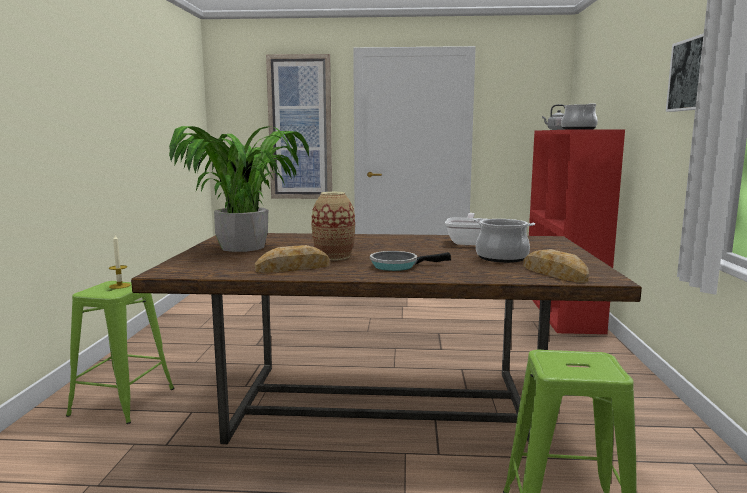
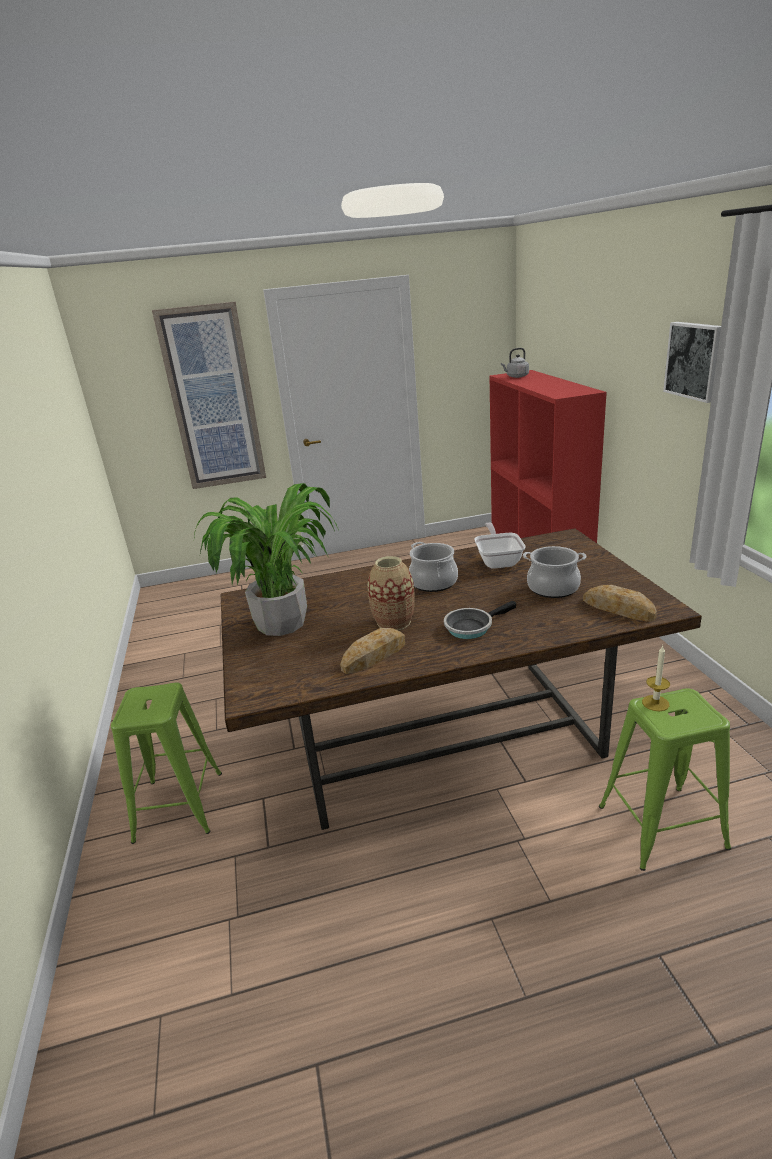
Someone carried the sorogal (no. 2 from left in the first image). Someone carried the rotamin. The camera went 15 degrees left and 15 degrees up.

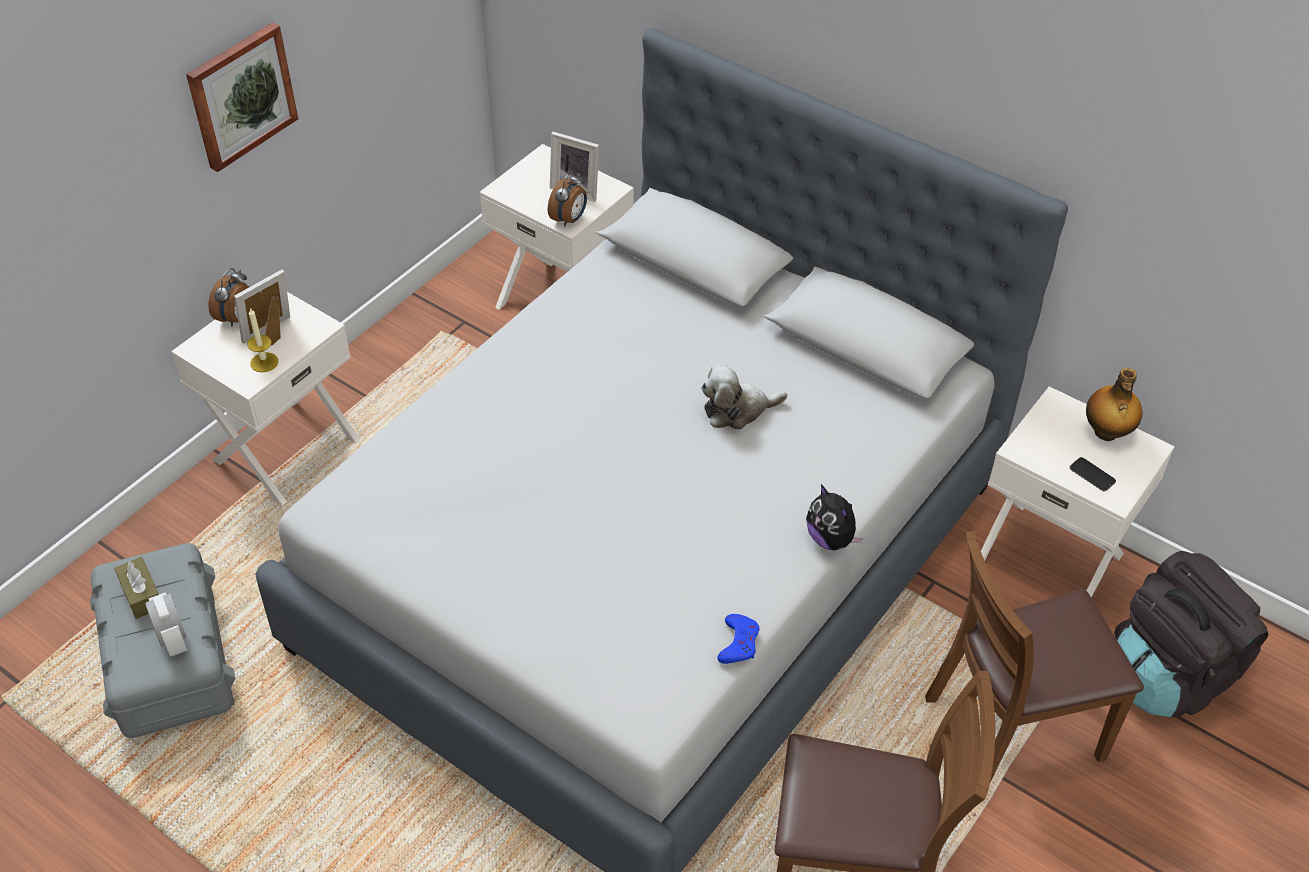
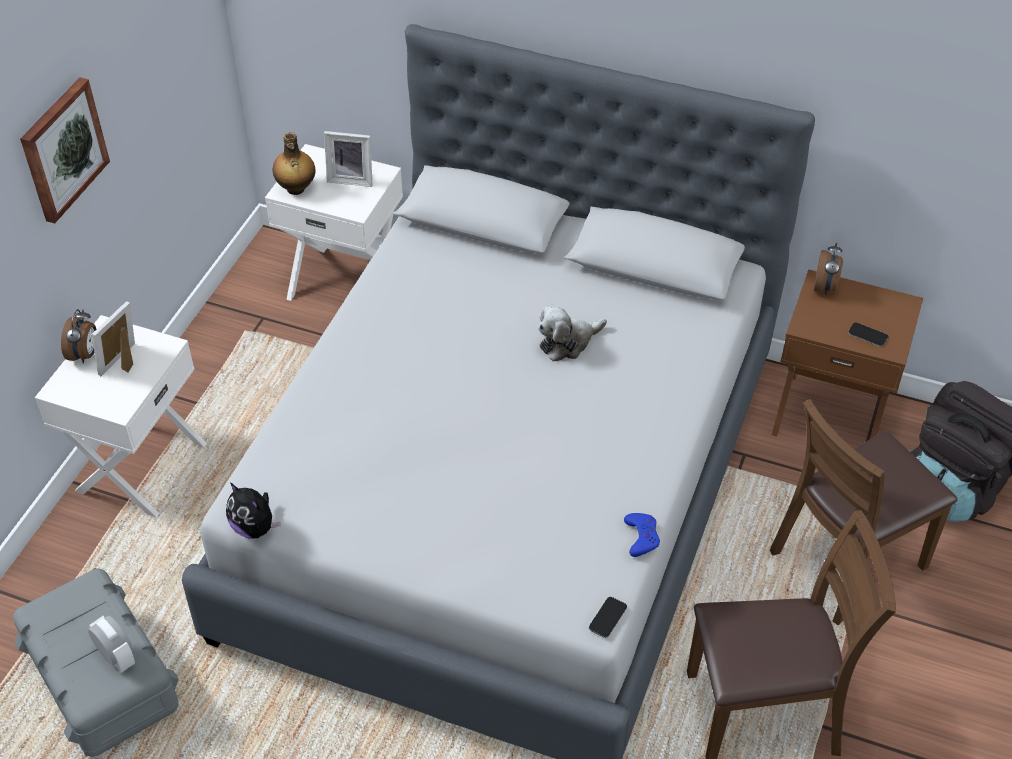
Someone carried the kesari (no. 3 from left). Someone took away the rotamin. Someone carried the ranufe. Someone repainted the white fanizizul (no. 3 from left), which became the brown fanizizul. Someone carried the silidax (no. 2 from left in the first image). Someone took away the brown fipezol. Someone put down the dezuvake (no. 1 from left). The camera went 15 degrees left and 0 degrees up.

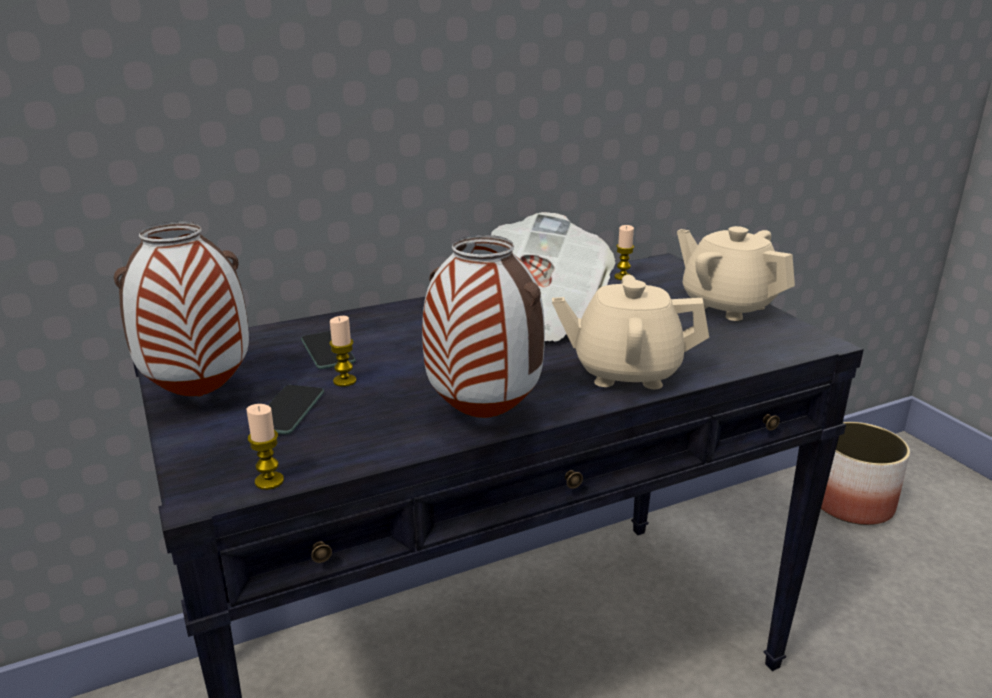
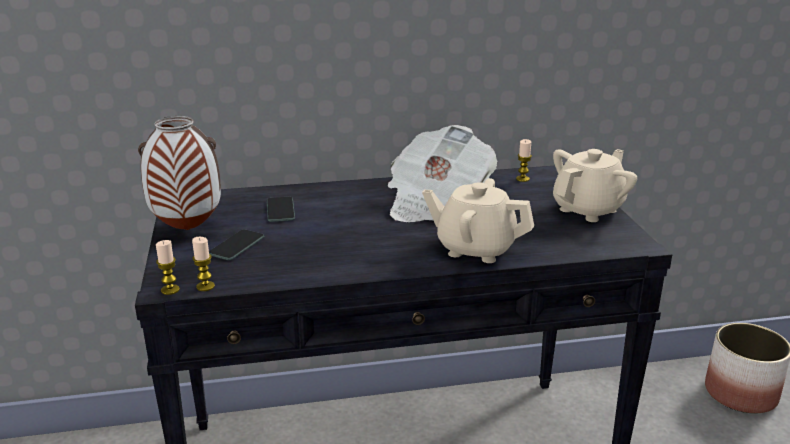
Someone rotated the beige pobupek (no. 2 from left) by 75 degrees clockwise. Someone took away the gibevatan (no. 2 from left). Someone carried the rotamin (no. 2 from left in the first image). The camera went 15 degrees right and 0 degrees up.

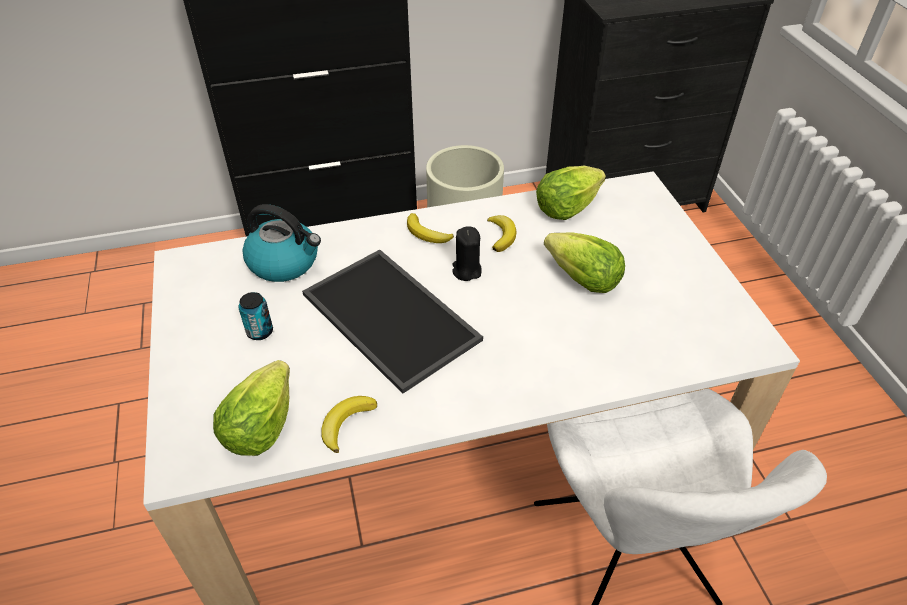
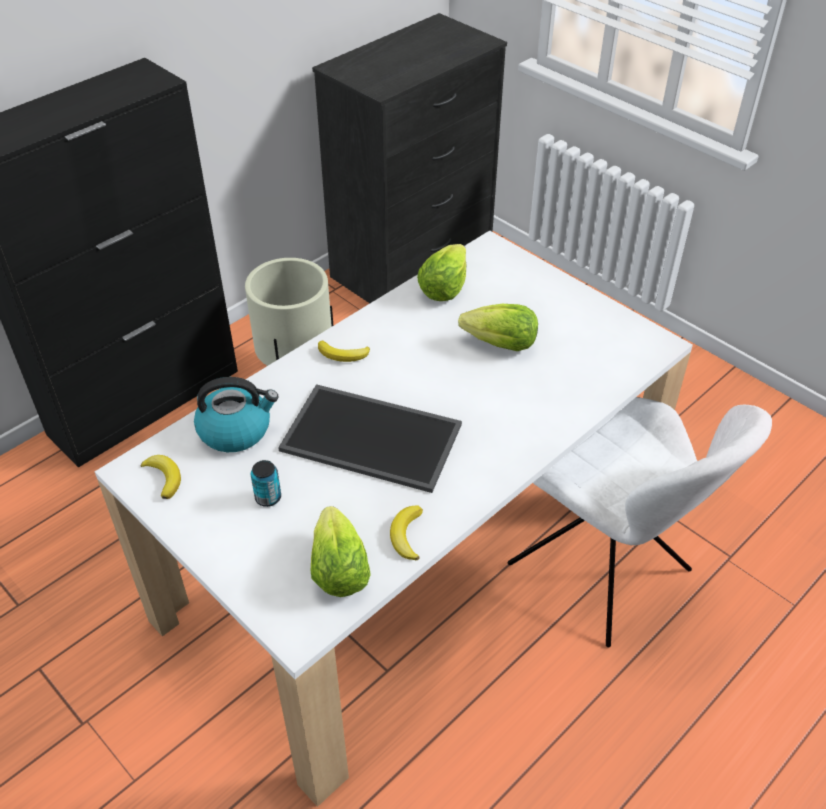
Someone carried the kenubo (no. 3 from left in the first image). Someone took away the black rotamin. The camera went 30 degrees left and 0 degrees up.

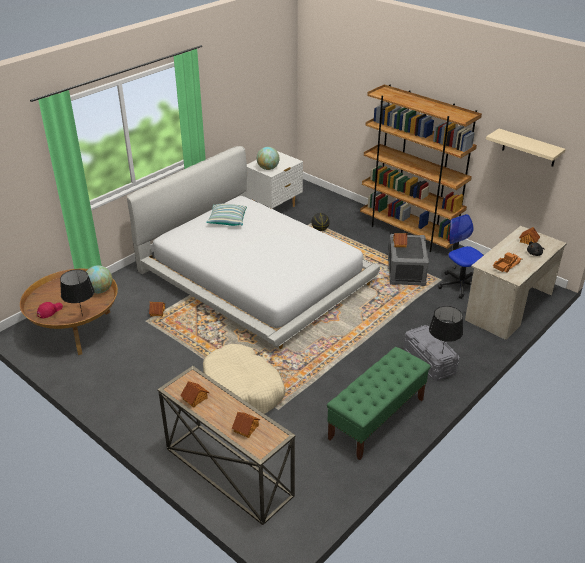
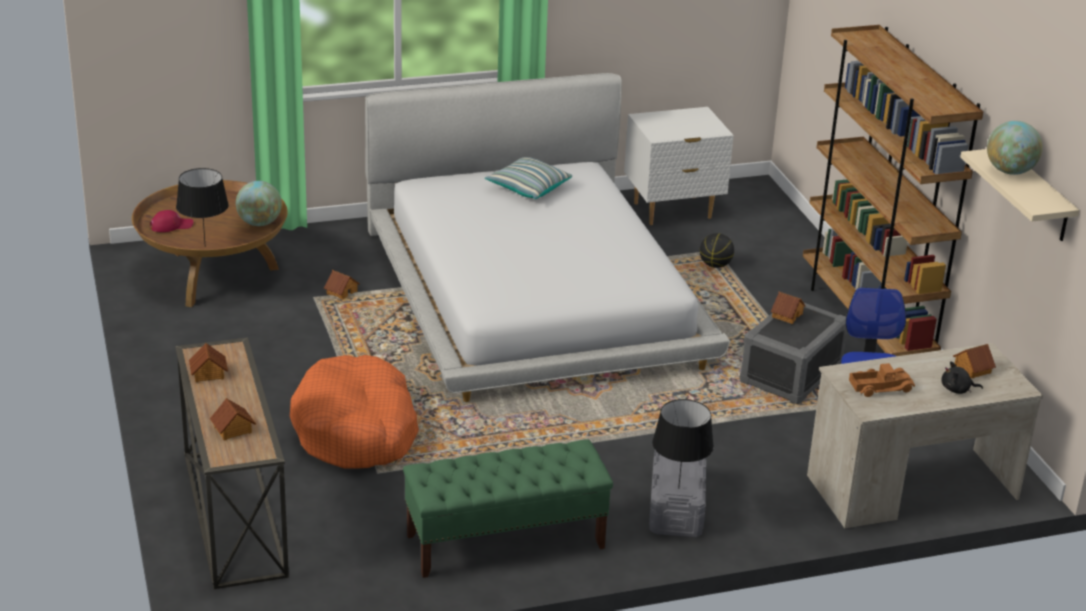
Someone carried the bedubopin (no. 2 from left). Someone repainted the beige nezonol, which became the orange nezonol. The camera went 30 degrees right and 5 degrees down.

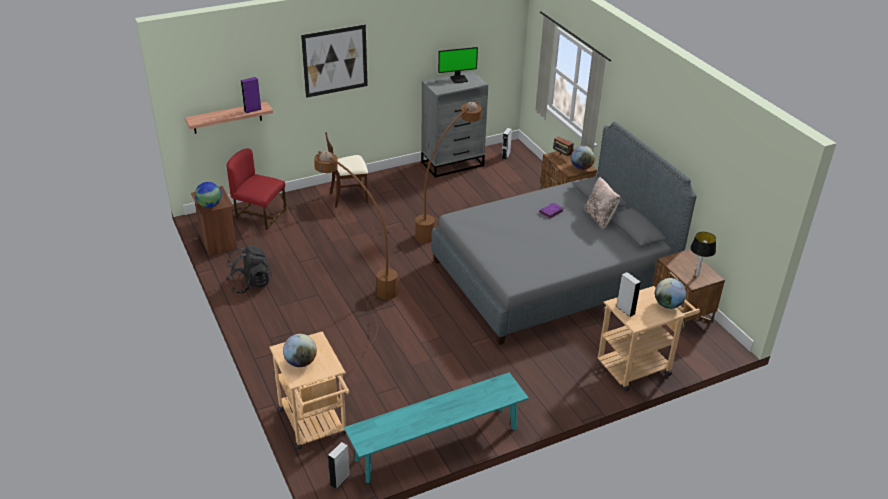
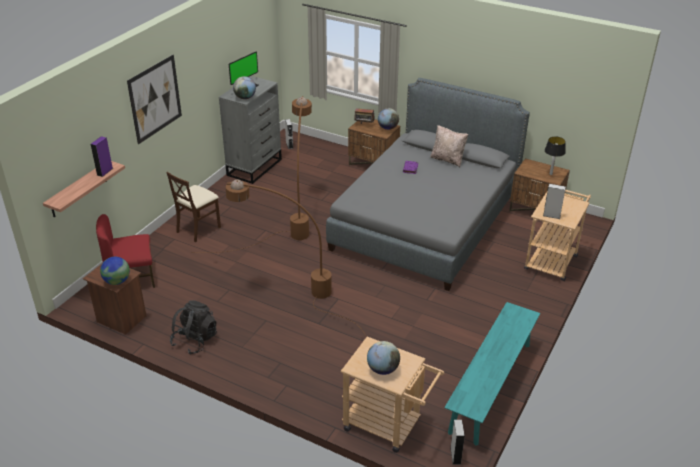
Someone carried the bedubopin (no. 4 from left in the first image). The camera went 35 degrees left and 0 degrees up.

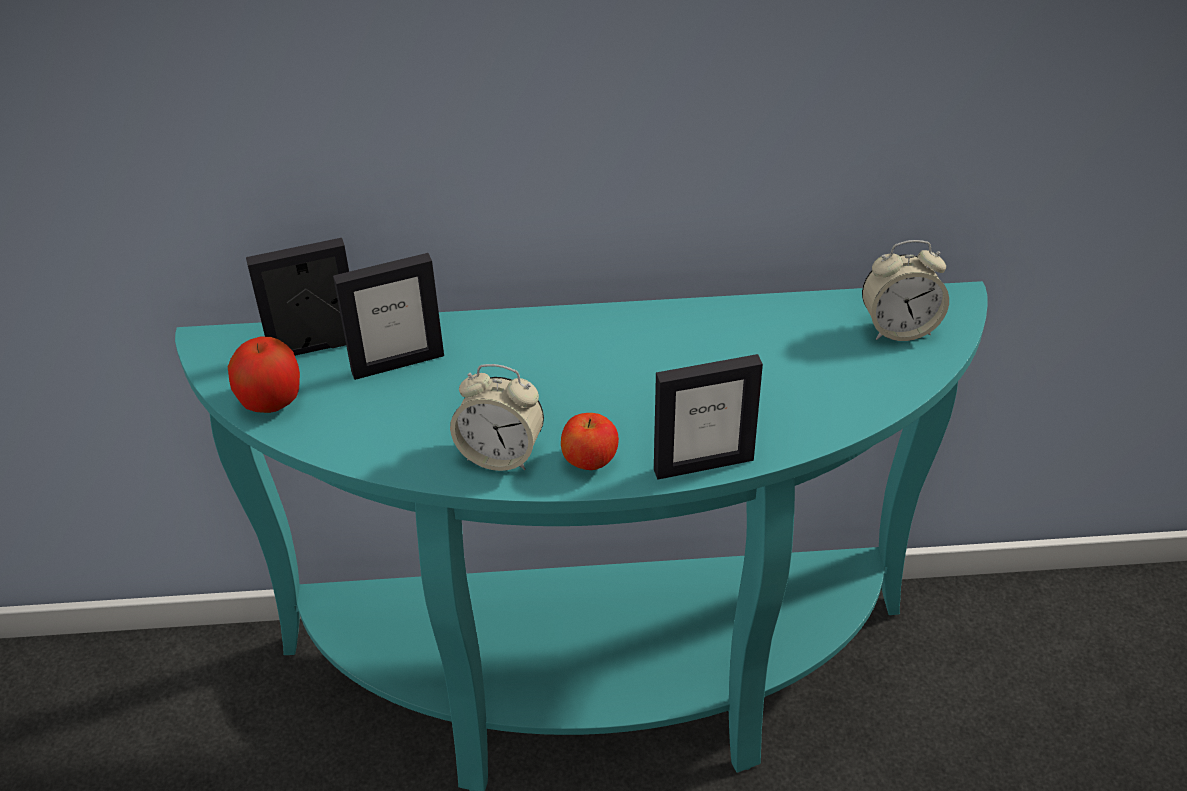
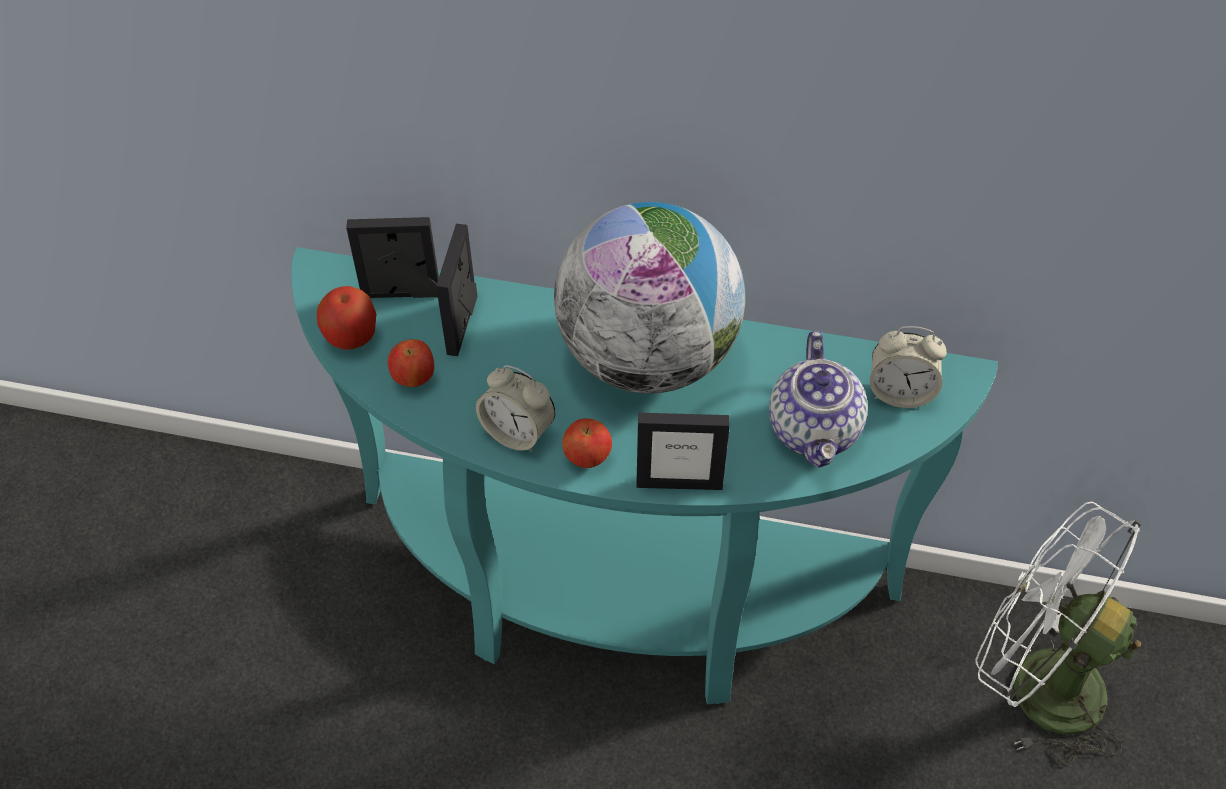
Someone rotated the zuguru (no. 2 from left) by 105 degrees clockwise. Someone put down the bedubopin. Someone put down the pobupek. Someone put down the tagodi (no. 2 from left). Someone put down the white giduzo. The camera went 15 degrees right and 10 degrees up.

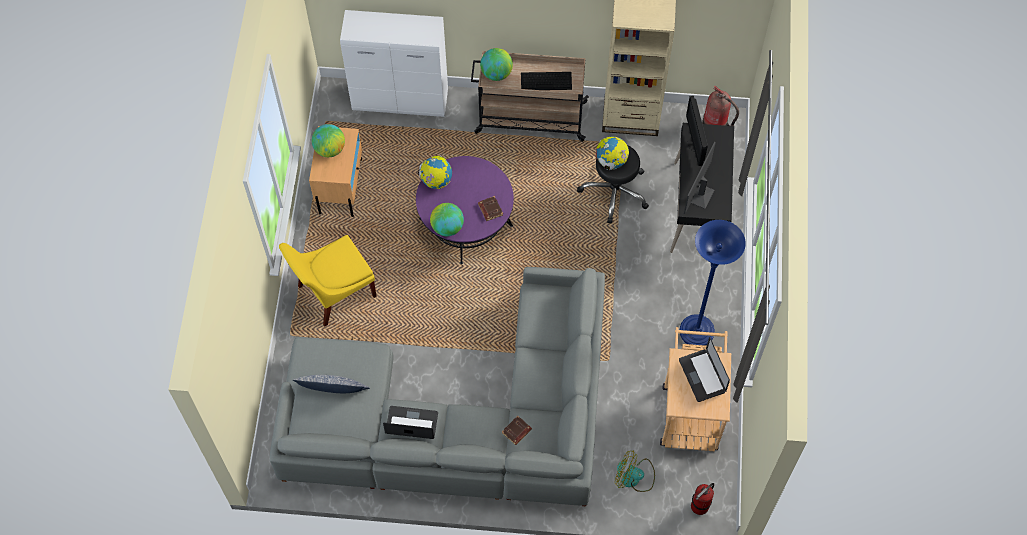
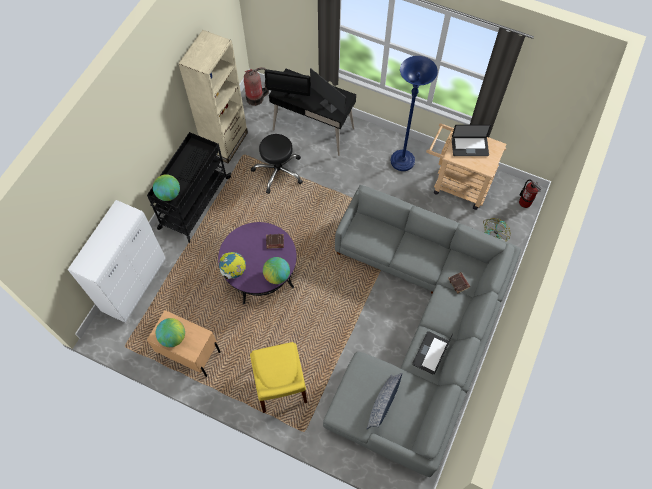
Someone repainted the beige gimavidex (no. 1 from left), which became the black gimavidex. Someone took away the bedubopin (no. 5 from left). The camera went 70 degrees left and 0 degrees up.

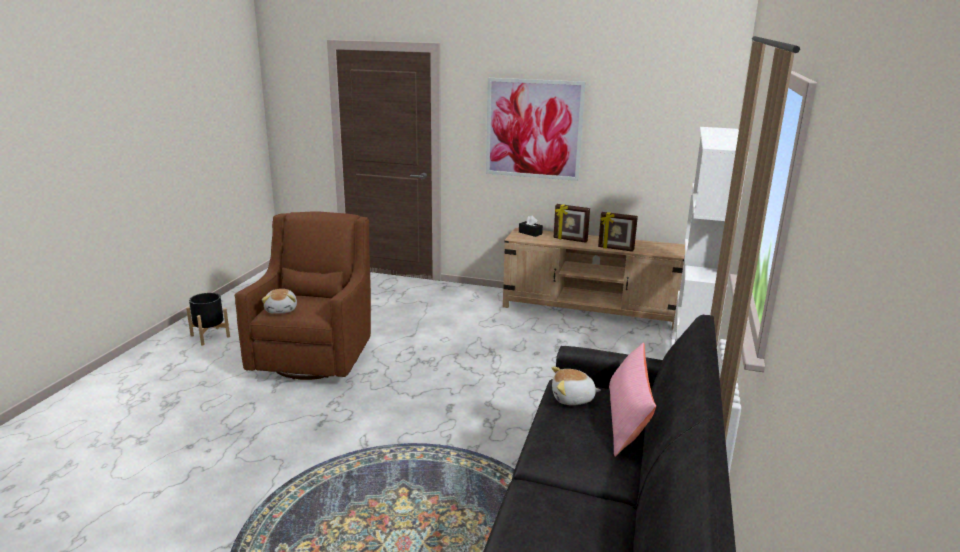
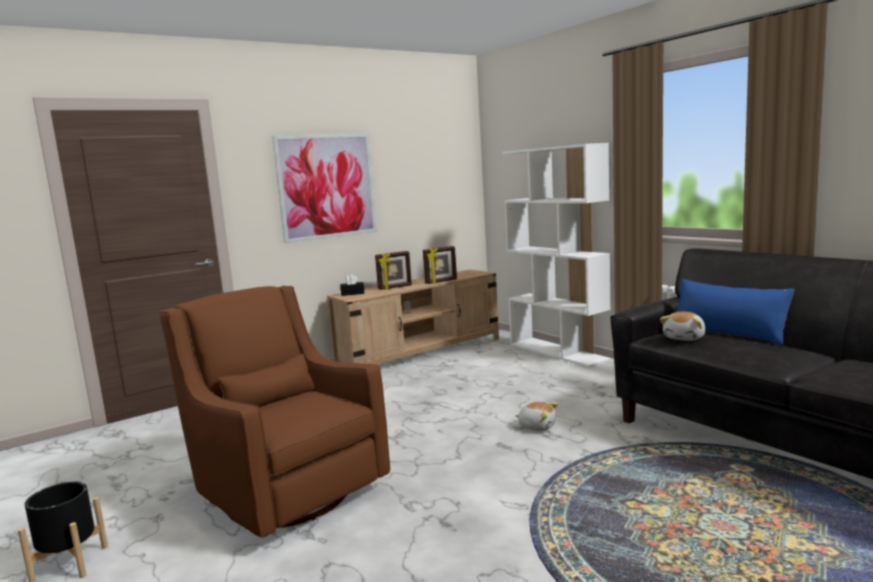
Someone carried the silidax (no. 1 from left). Someone repainted the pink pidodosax, which became the blue pidodosax. The camera went 50 degrees left and 10 degrees down.

